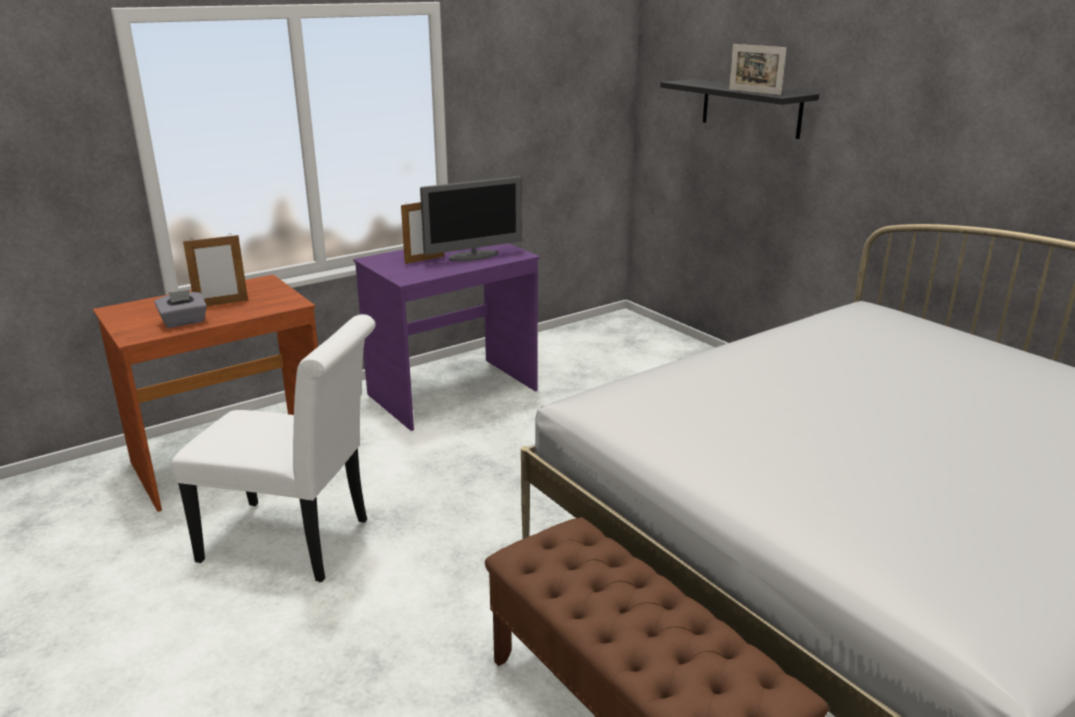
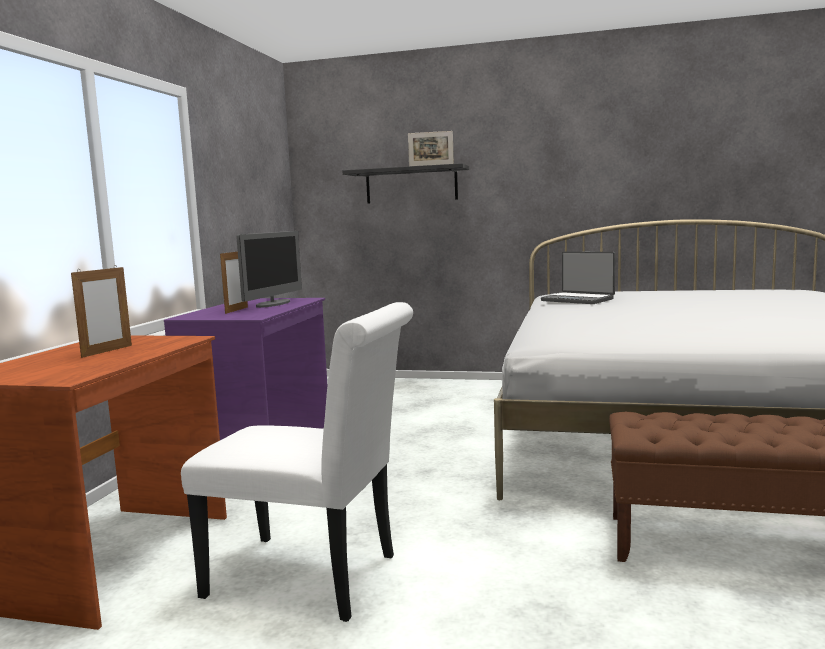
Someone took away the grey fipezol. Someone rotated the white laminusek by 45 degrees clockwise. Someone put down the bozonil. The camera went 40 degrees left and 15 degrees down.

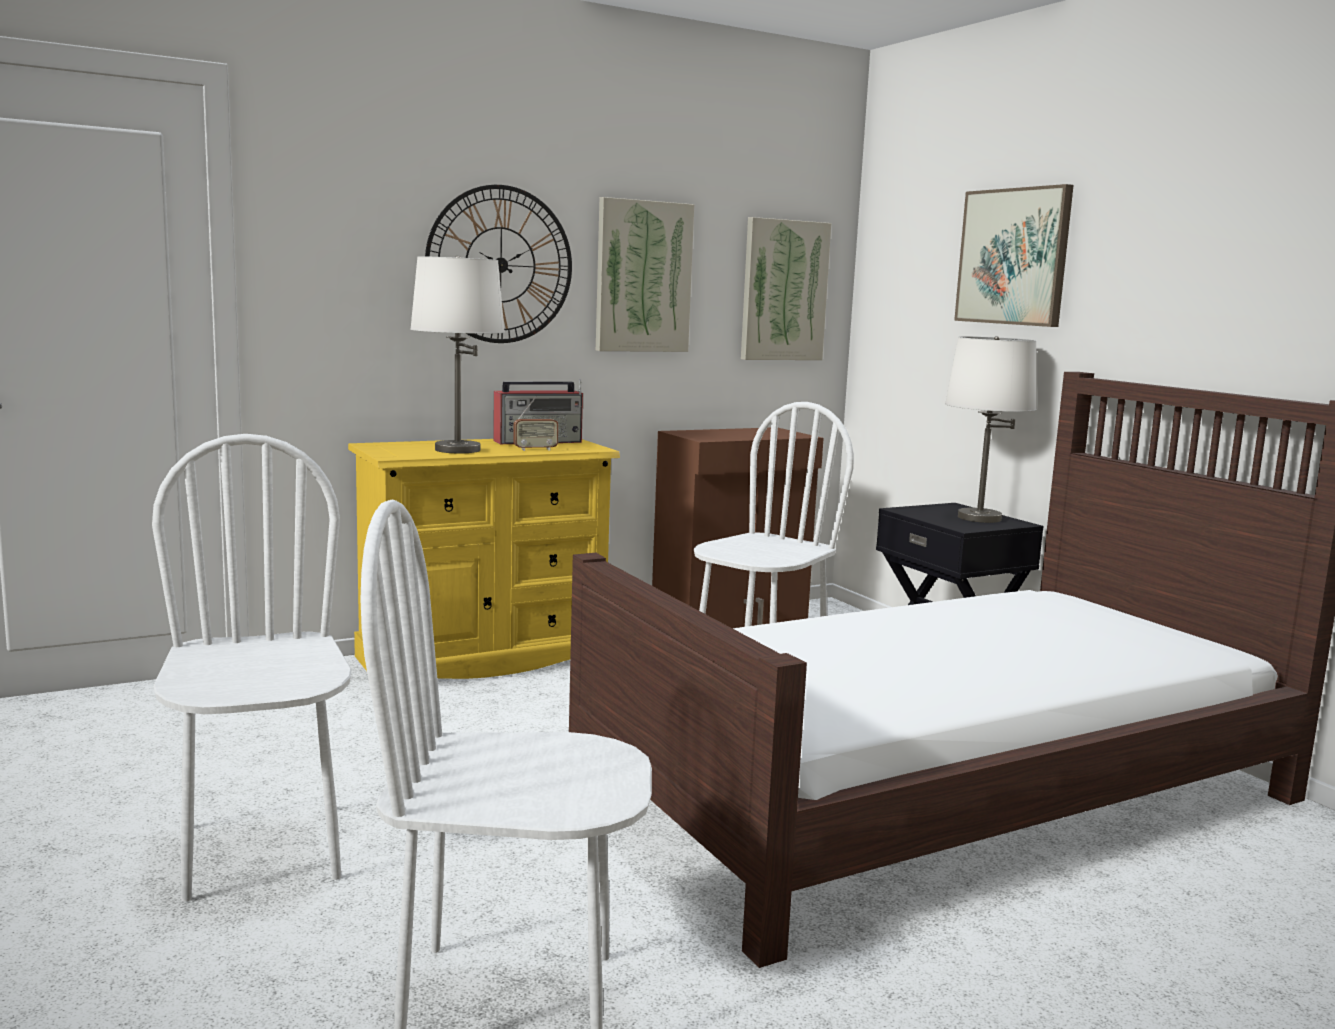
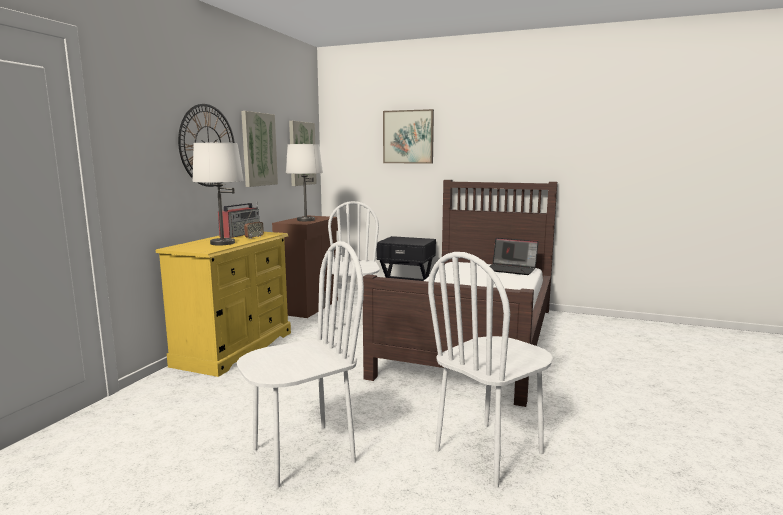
Someone carried the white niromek (no. 2 from left). Someone rotated the white laminusek (no. 1 from left) by 120 degrees clockwise. Someone put down the bozonil. The camera went 40 degrees left and 0 degrees up.

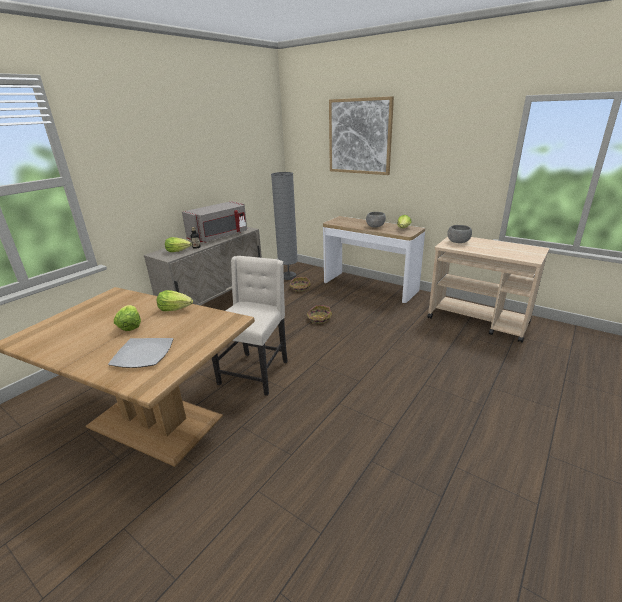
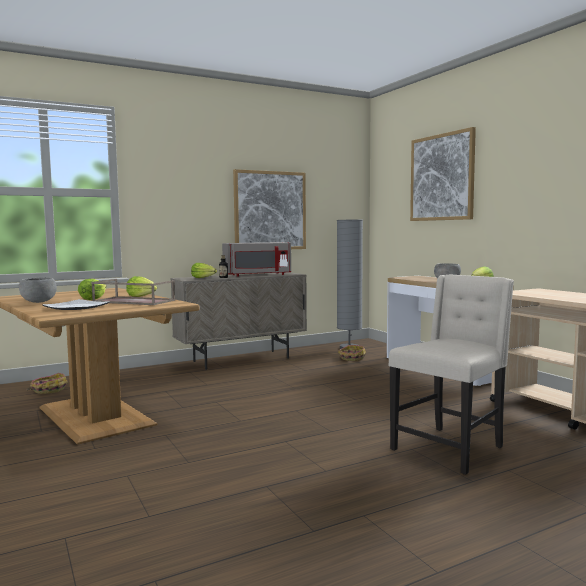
Someone carried the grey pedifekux (no. 2 from left in the first image). Someone carried the beige laminusek. Someone carried the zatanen (no. 2 from left in the first image). Someone put up the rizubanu (no. 1 from left). Someone put down the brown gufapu. The camera went 25 degrees right and 20 degrees down.

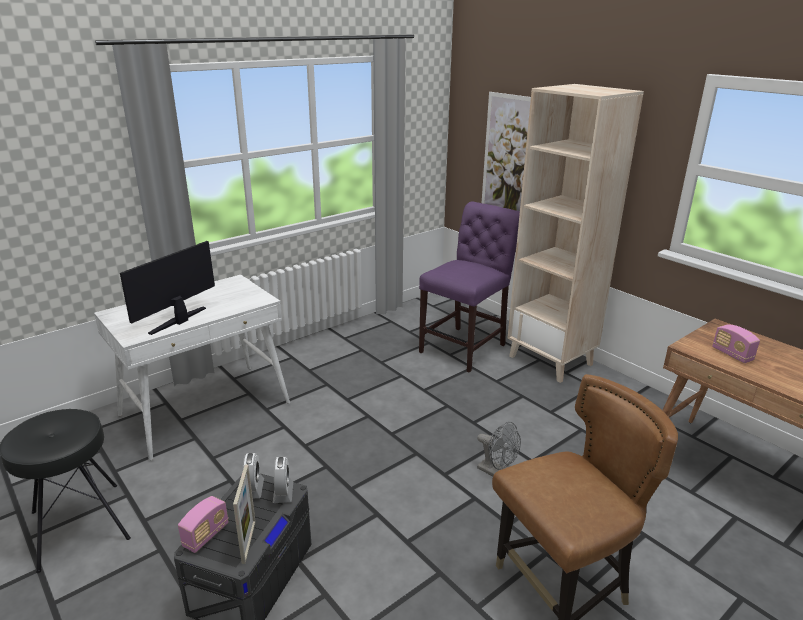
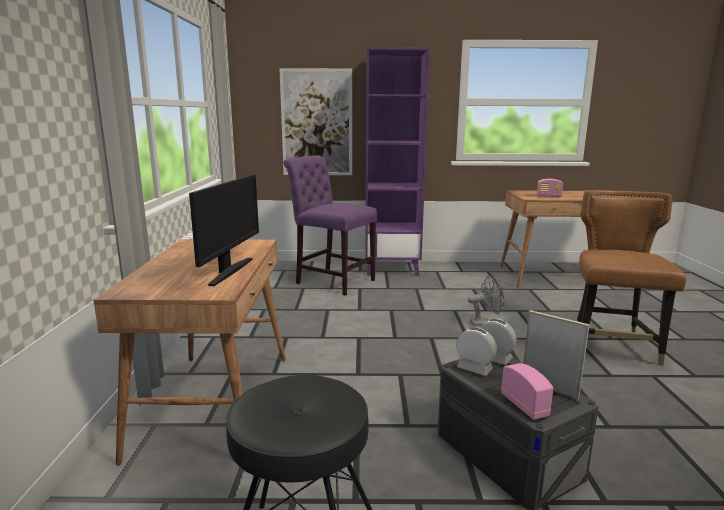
Someone repainted the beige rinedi, which became the purple rinedi. Someone rotated the purple laminusek by 45 degrees counterclockwise. Someone rotated the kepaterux by 150 degrees counterclockwise. Someone repainted the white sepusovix, which became the brown sepusovix (no. 1 from left). The camera went 50 degrees left and 10 degrees down.

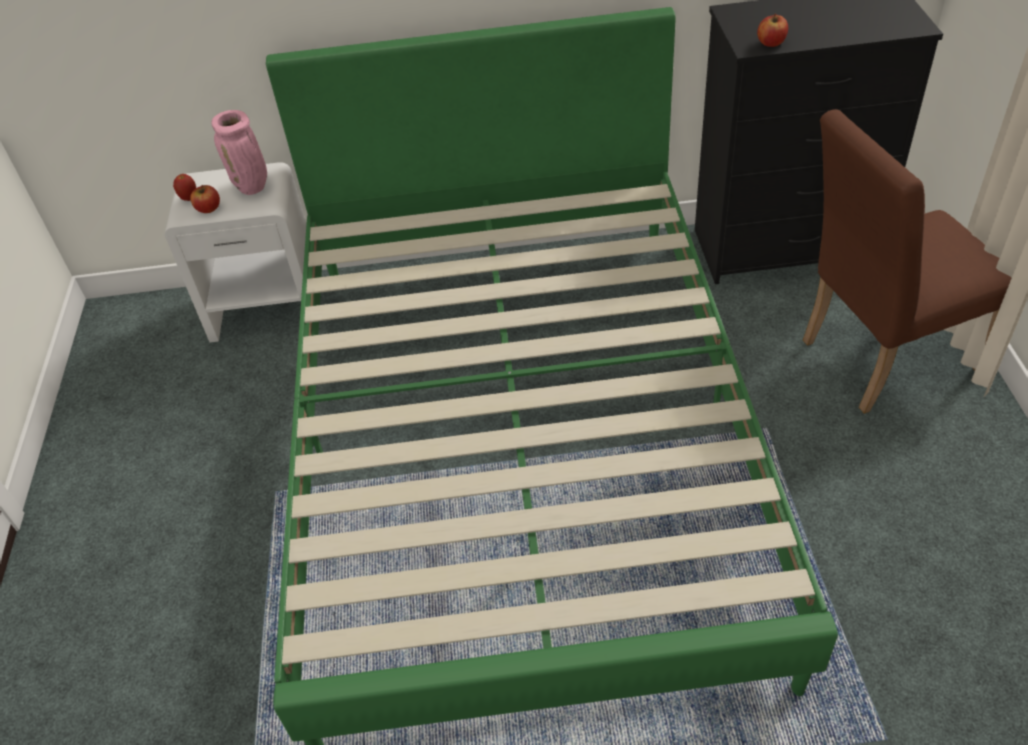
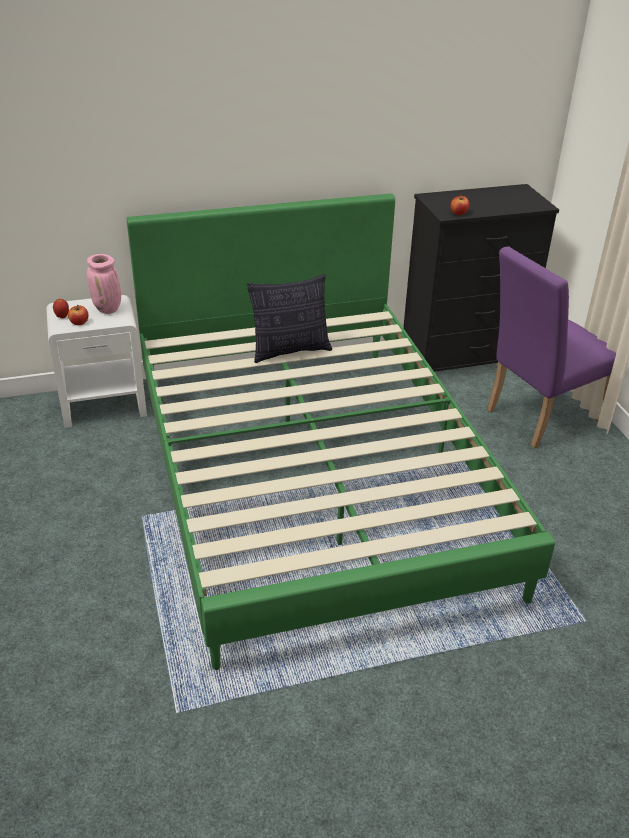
Someone repainted the brown laminusek, which became the purple laminusek. Someone put down the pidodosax. The camera went 15 degrees left and 10 degrees down.

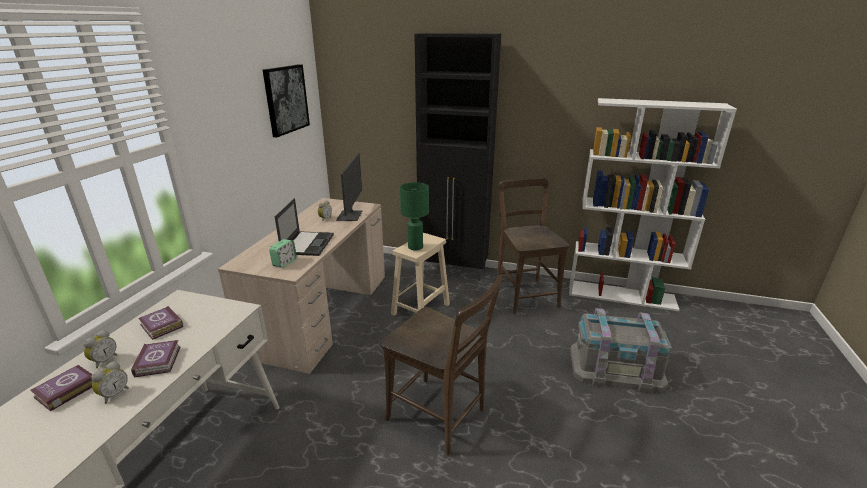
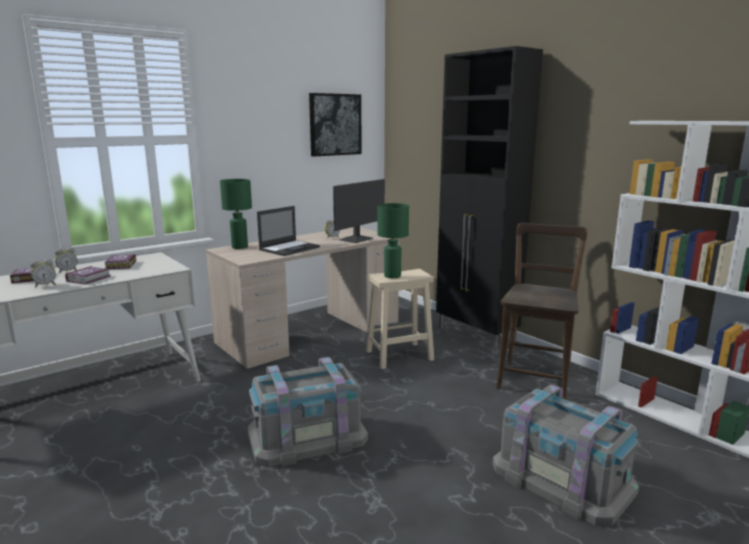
Someone took away the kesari (no. 3 from left). Someone swapped the brown laminusek (no. 1 from left) for the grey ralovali (no. 1 from left). Someone put down the green niromek (no. 1 from left). The camera went 35 degrees right and 10 degrees down.

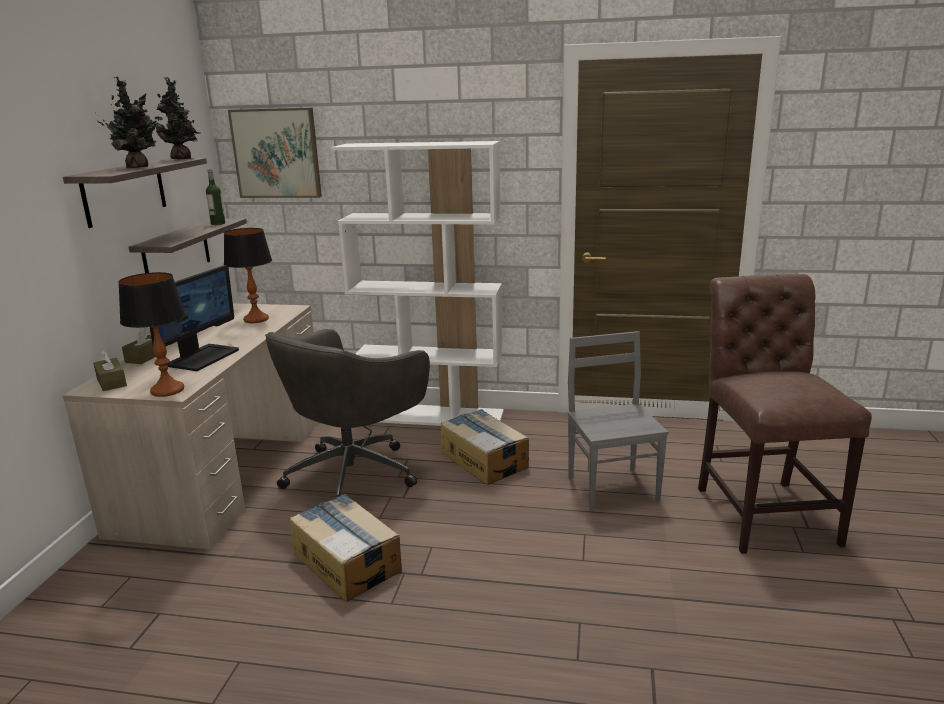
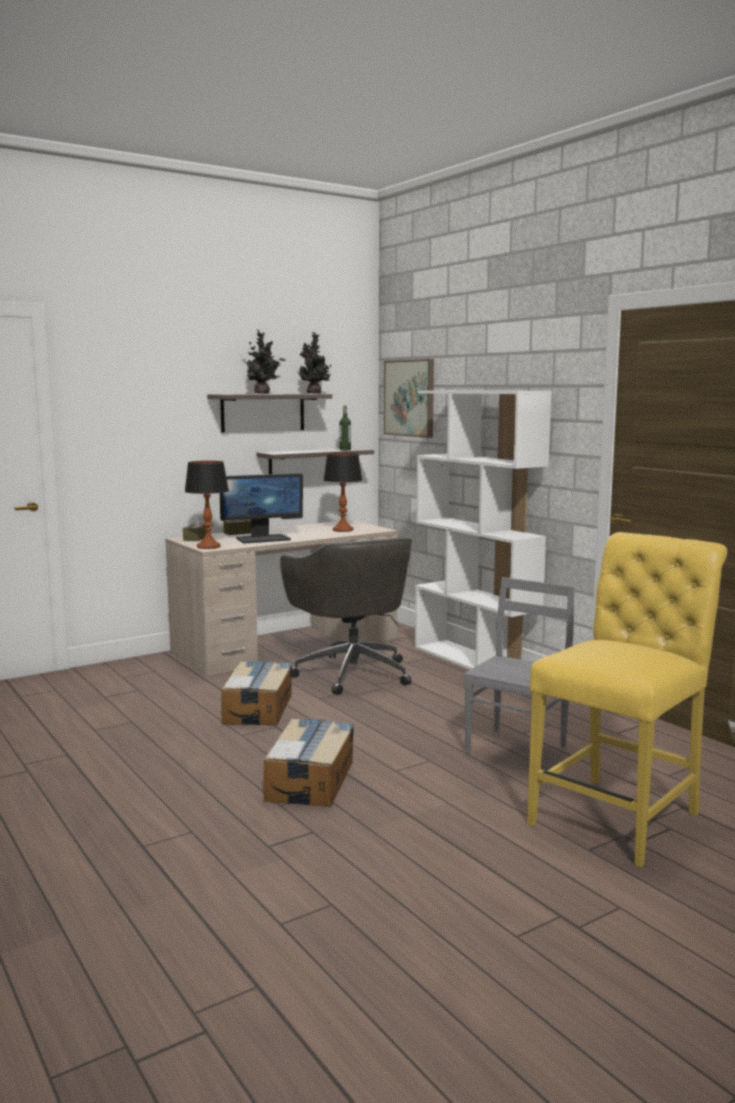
Someone repainted the brown laminusek, which became the yellow laminusek. Someone rotated the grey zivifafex by 105 degrees counterclockwise. Someone carried the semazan (no. 2 from left). The camera went 45 degrees right and 10 degrees down.

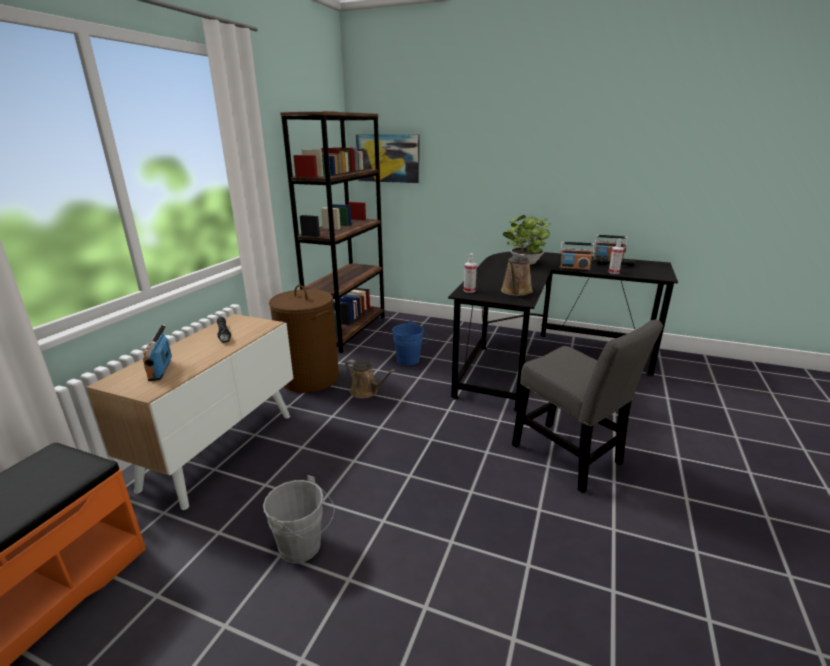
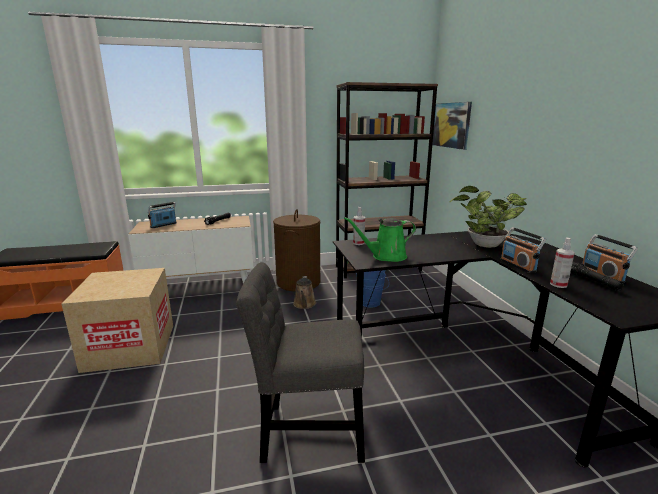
Someone repainted the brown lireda (no. 2 from left), which became the green lireda. Someone rotated the grey laminusek by 75 degrees clockwise. Someone swapped the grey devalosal for the semazan. The camera went 55 degrees right and 5 degrees down.

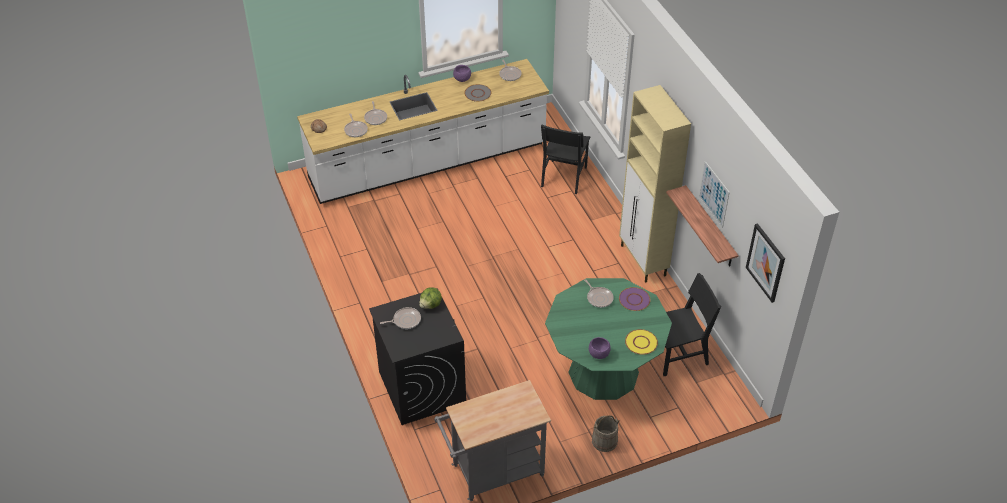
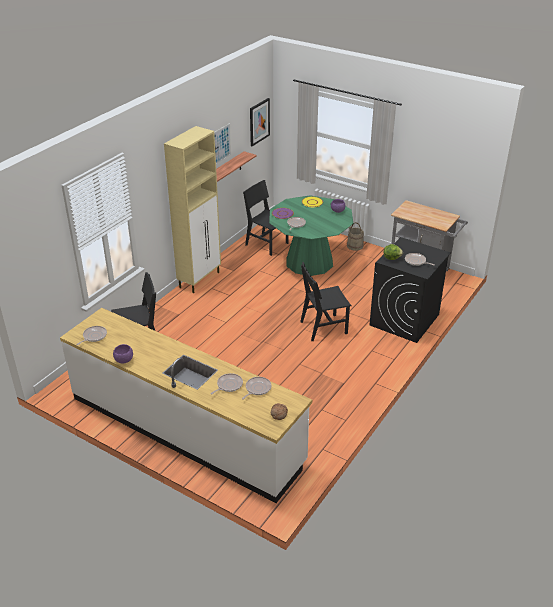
Someone took away the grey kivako. Someone put down the black laminusek (no. 3 from left). The camera went 125 degrees left and 10 degrees down.

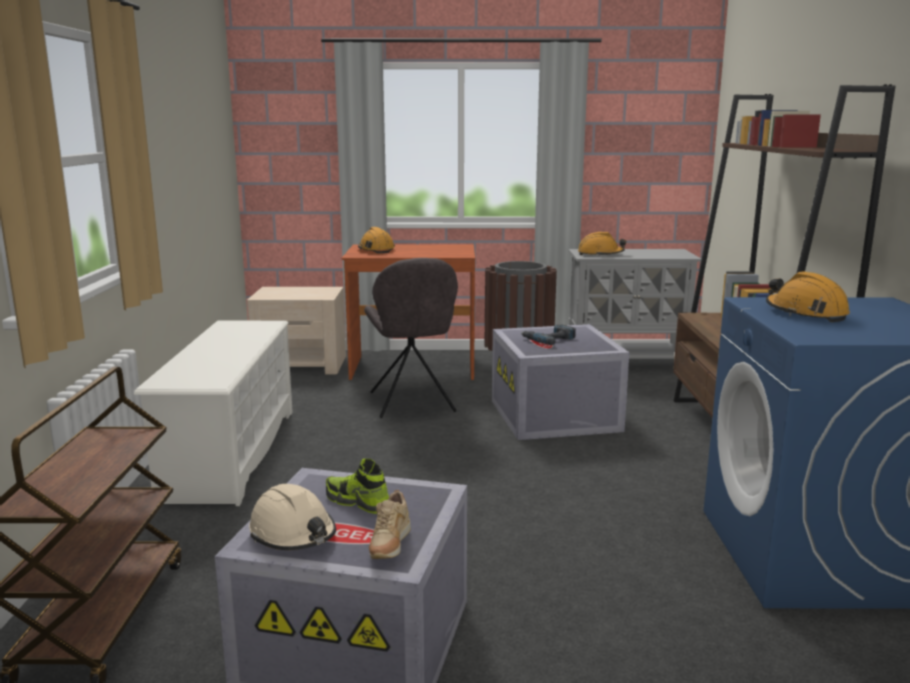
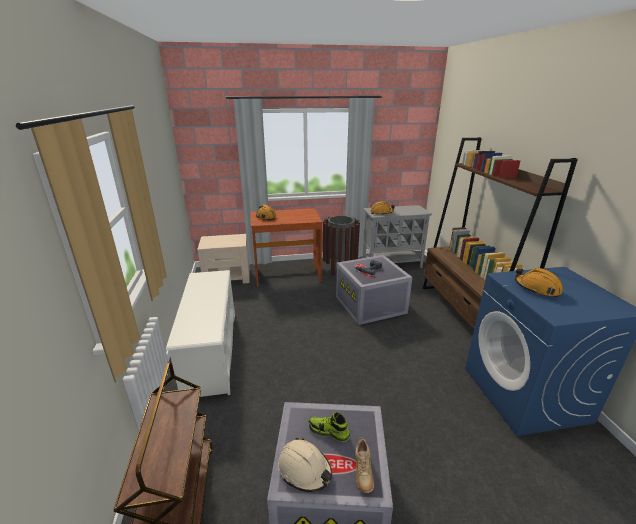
Someone took away the grey laminusek. The camera went 10 degrees left and 10 degrees up.

